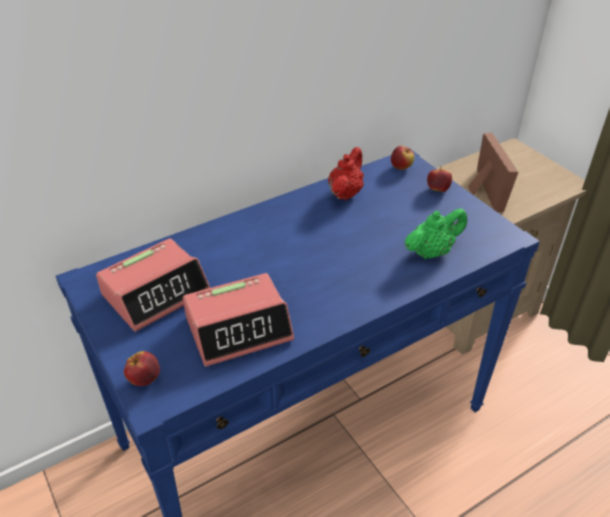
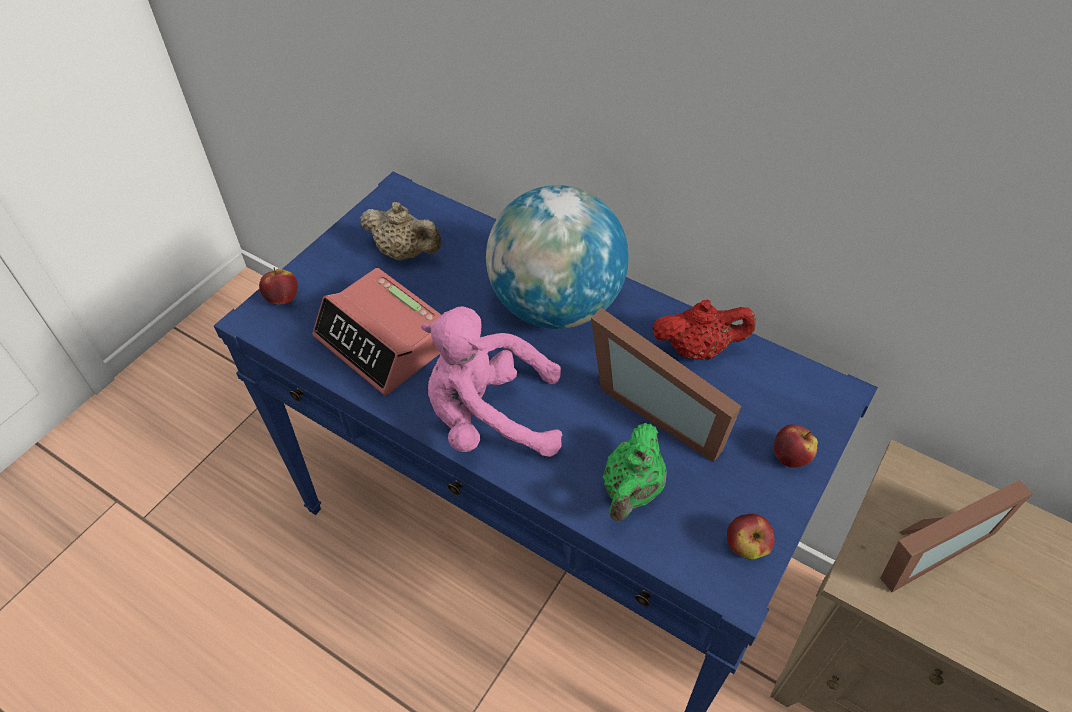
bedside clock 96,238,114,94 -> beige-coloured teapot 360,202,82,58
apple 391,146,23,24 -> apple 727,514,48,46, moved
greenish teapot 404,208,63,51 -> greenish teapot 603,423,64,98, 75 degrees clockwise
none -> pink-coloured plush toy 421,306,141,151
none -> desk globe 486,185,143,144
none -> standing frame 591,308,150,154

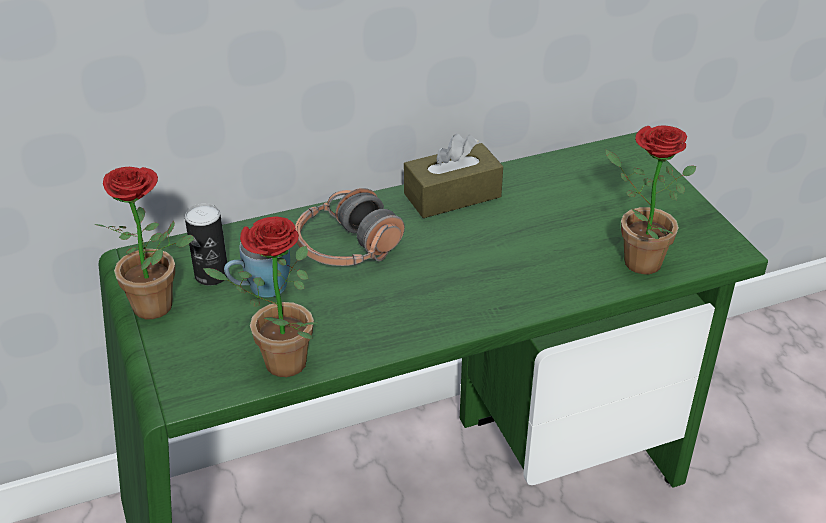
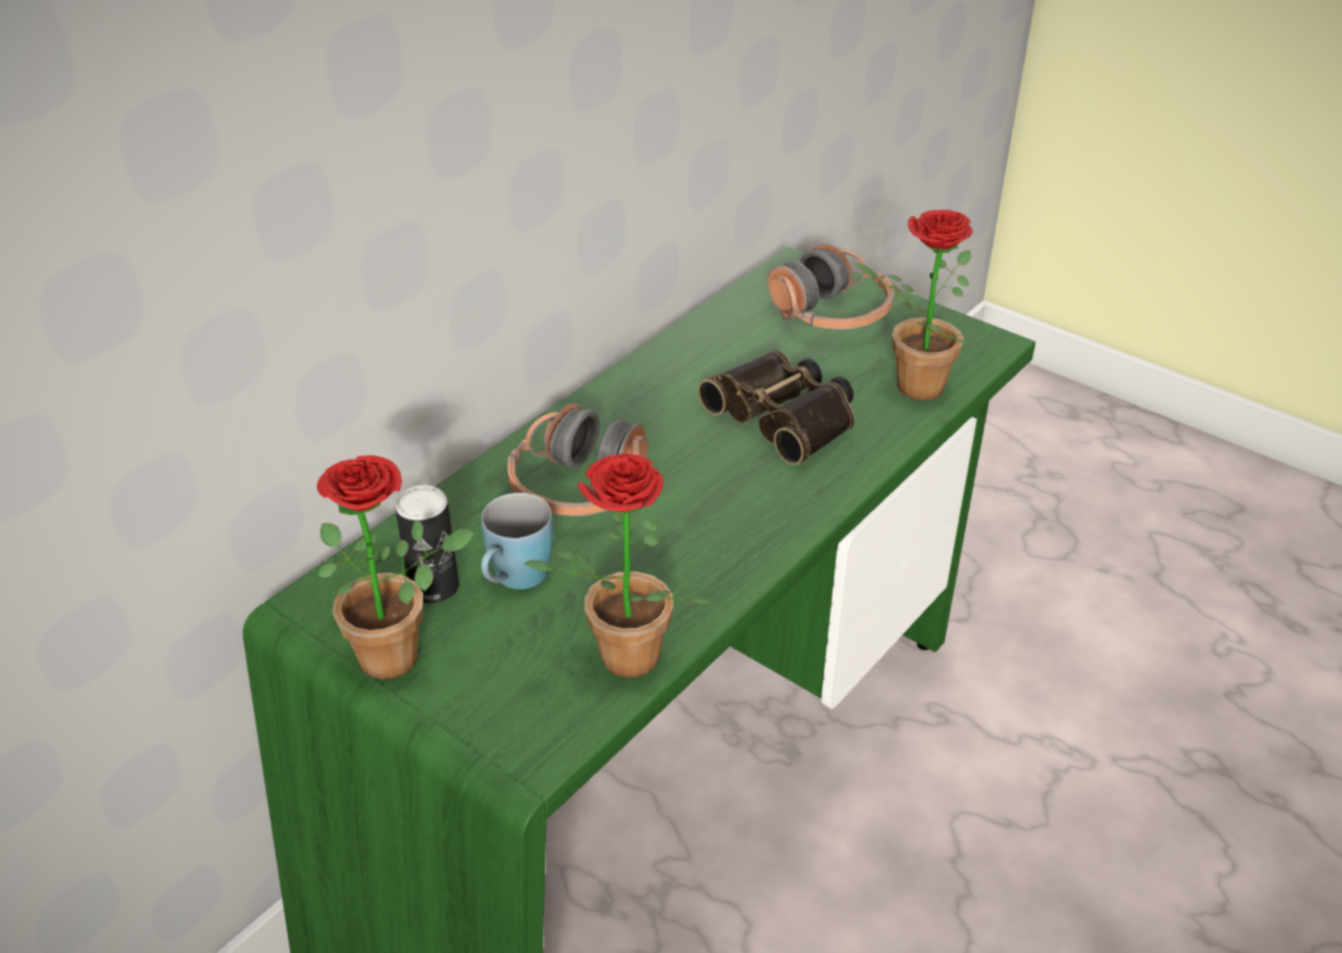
brown tissue box 404,134,99,84 -> none
none -> field glasses 698,350,157,115
none -> pair of headphones 768,244,126,86

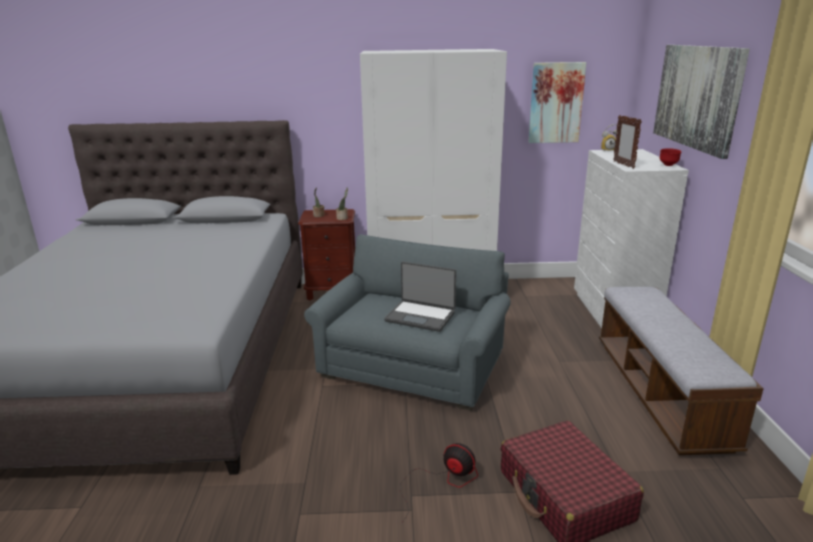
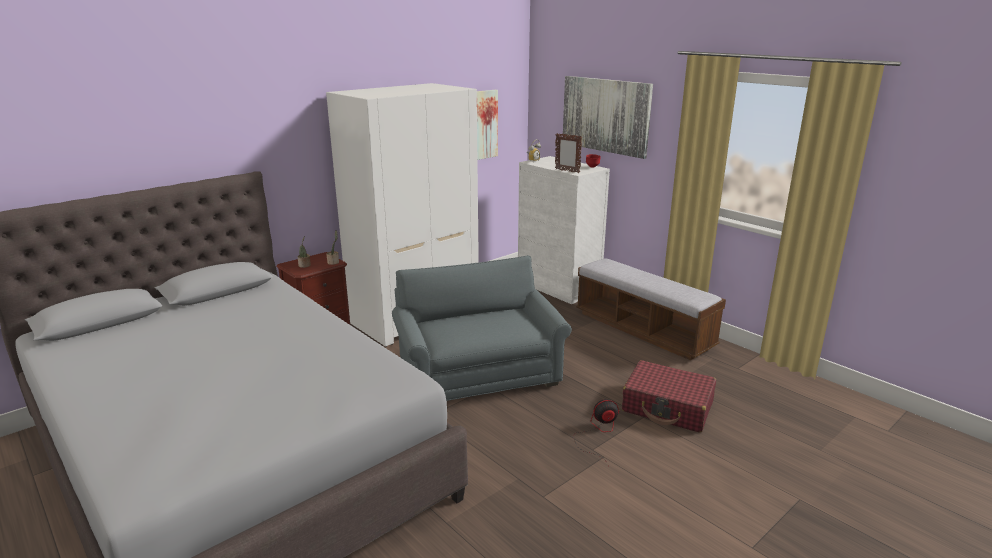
laptop 384,262,72,70 -> none

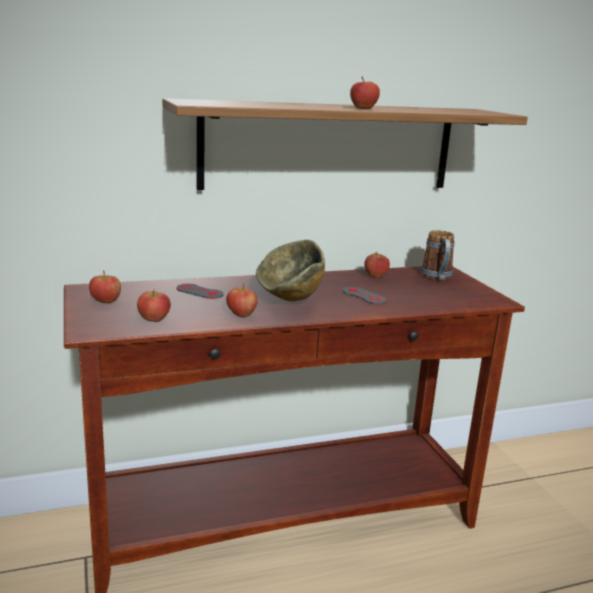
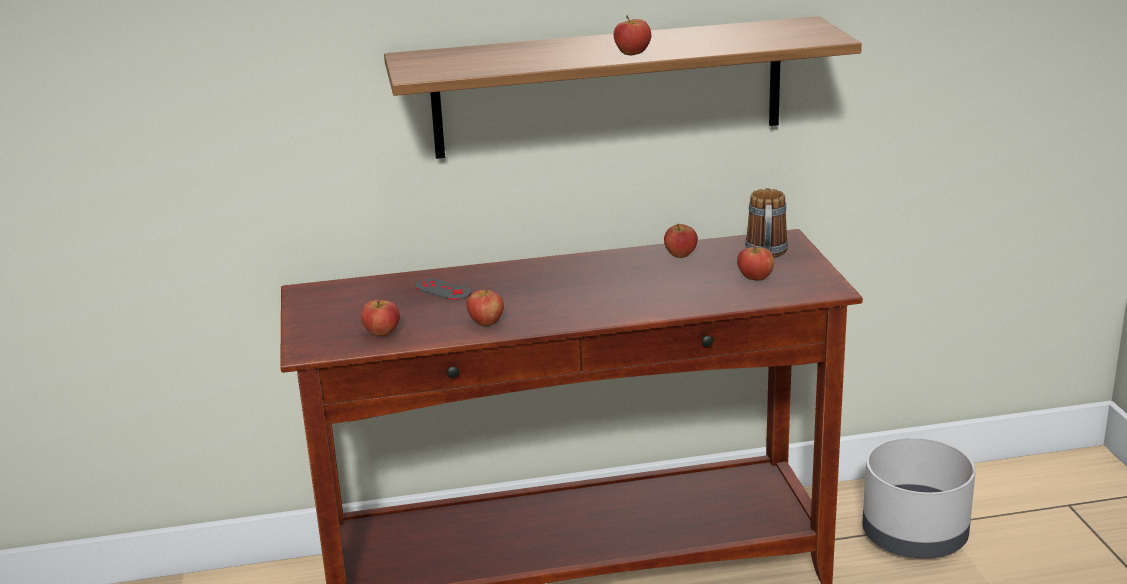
apple 89,271,32,32 -> apple 737,243,37,38, moved
bowl 256,240,69,62 -> none
grey gamepad 342,287,44,17 -> none
none -> grey planter 862,437,114,121

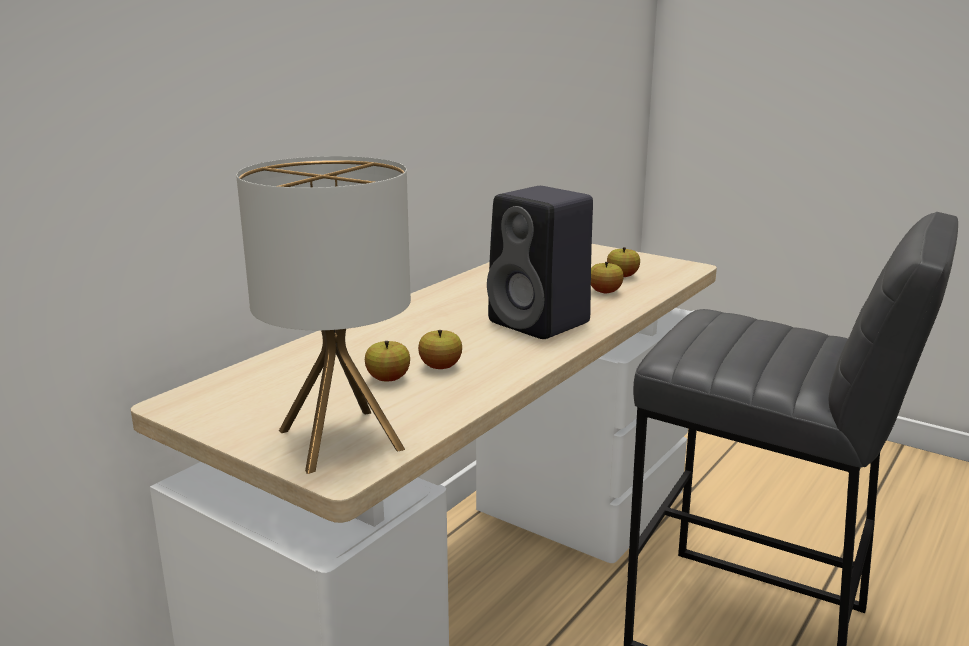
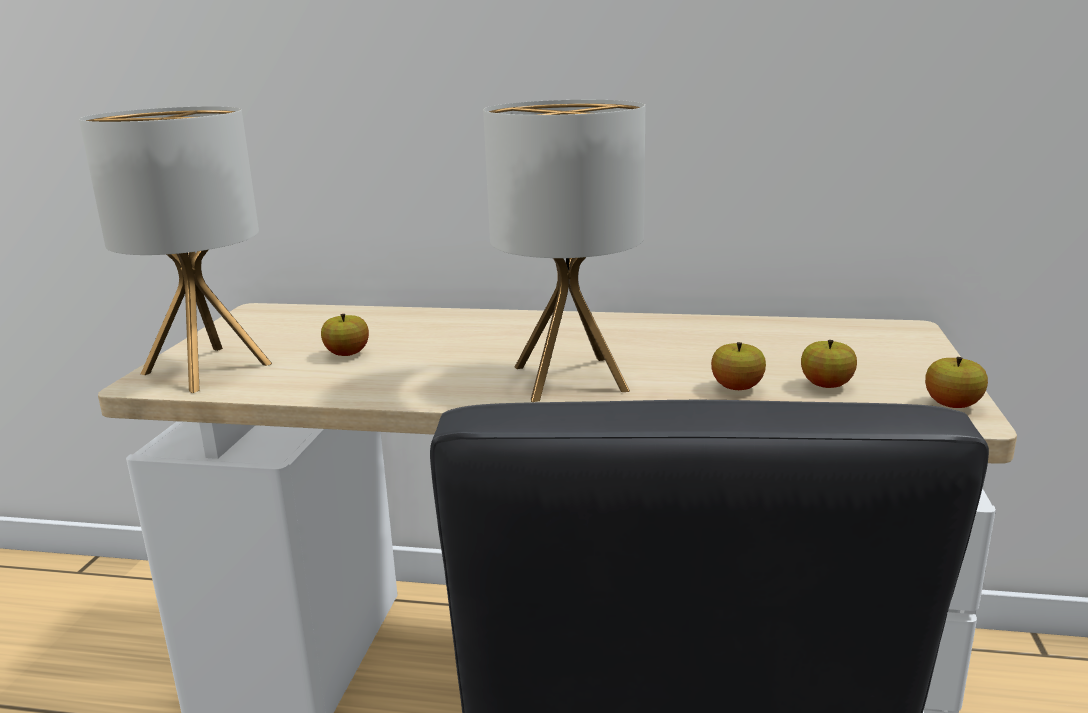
apple 418,330,44,39 -> apple 925,357,63,51, moved
black-coloured speaker 487,186,106,153 -> lamp for a table 483,100,162,302

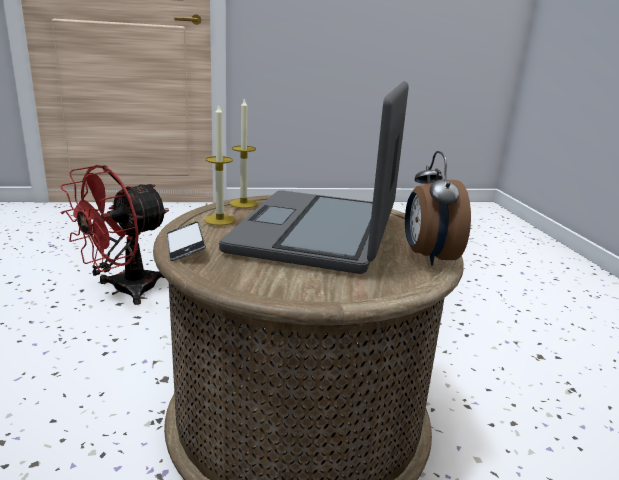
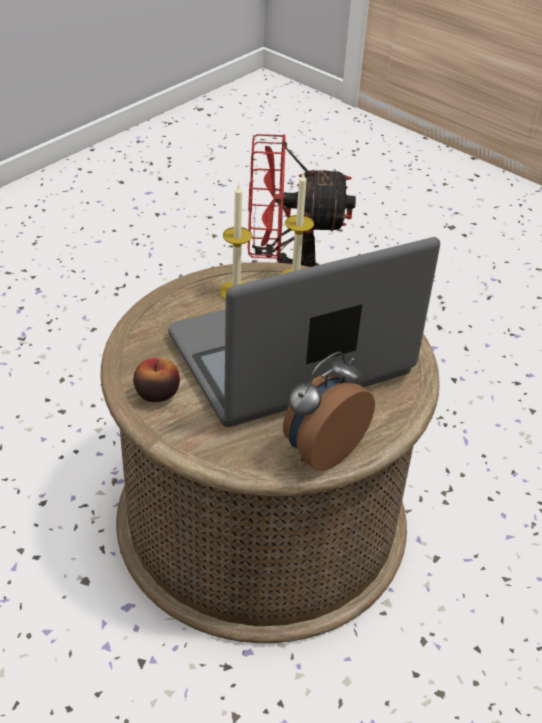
telephone 167,222,39,39 -> none
none -> apple 133,358,47,44

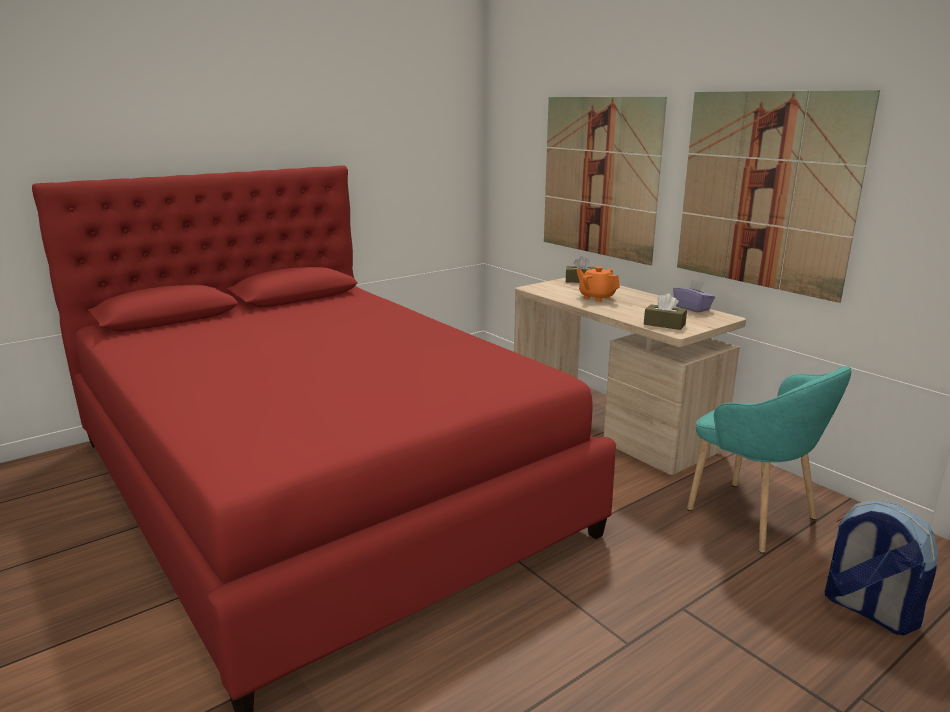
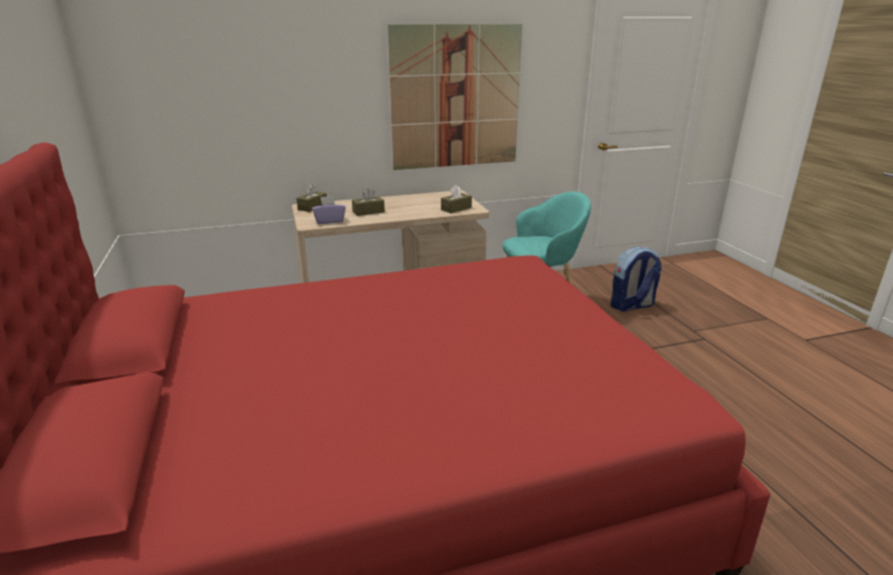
wall art 544,97,123,168 -> none
orange-coloured teapot 576,267,44,35 -> brown tissue box 352,188,33,28
purplish tissue box 673,279,42,34 -> purplish tissue box 312,196,33,28, moved

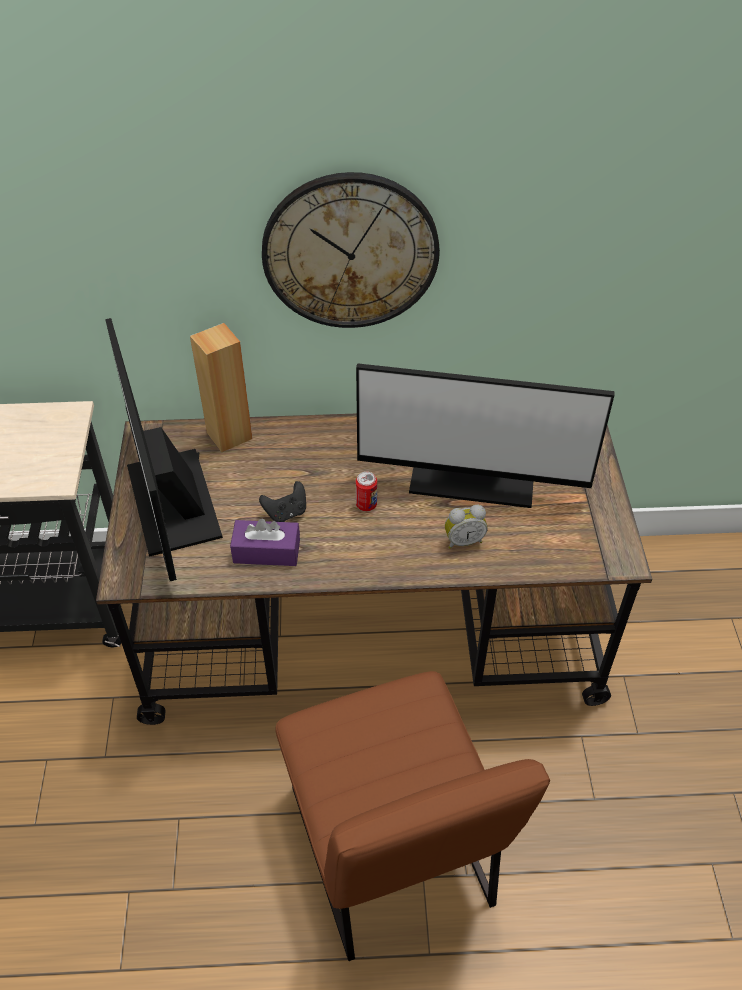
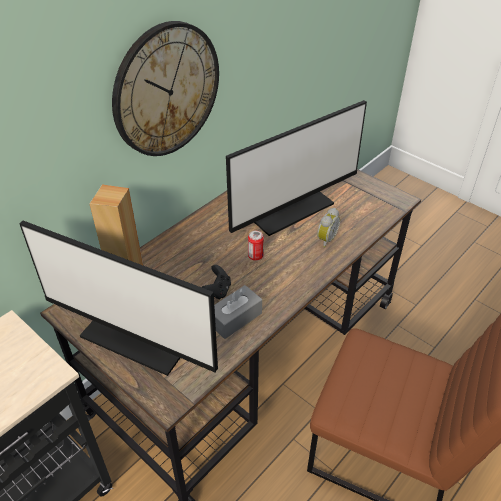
purplish tissue box 230,519,70,47 -> grey tissue box 214,285,48,54

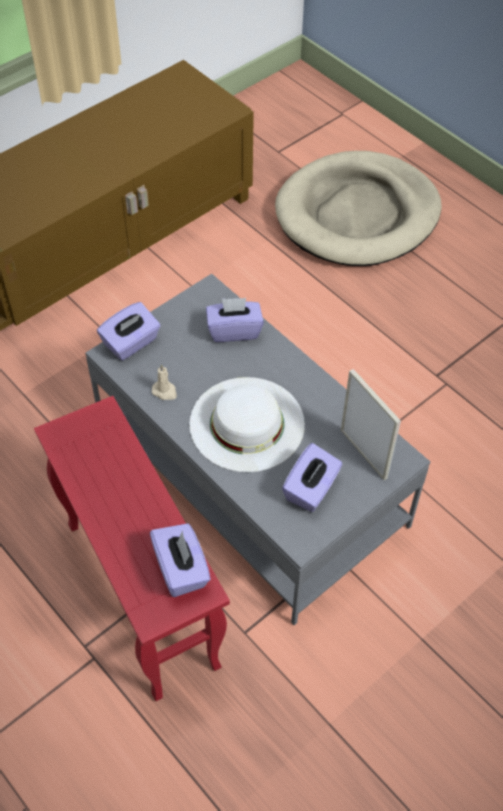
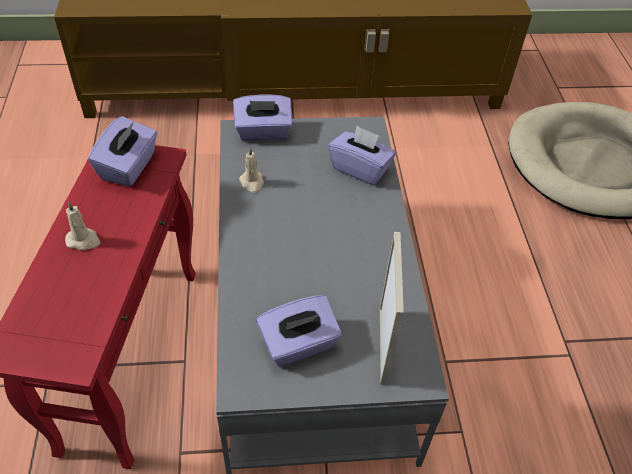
purplish tissue box 150,523,61,74 -> purplish tissue box 88,116,69,71, moved
white hat 189,377,116,95 -> none
none -> beige-coloured wax candle 65,201,35,49

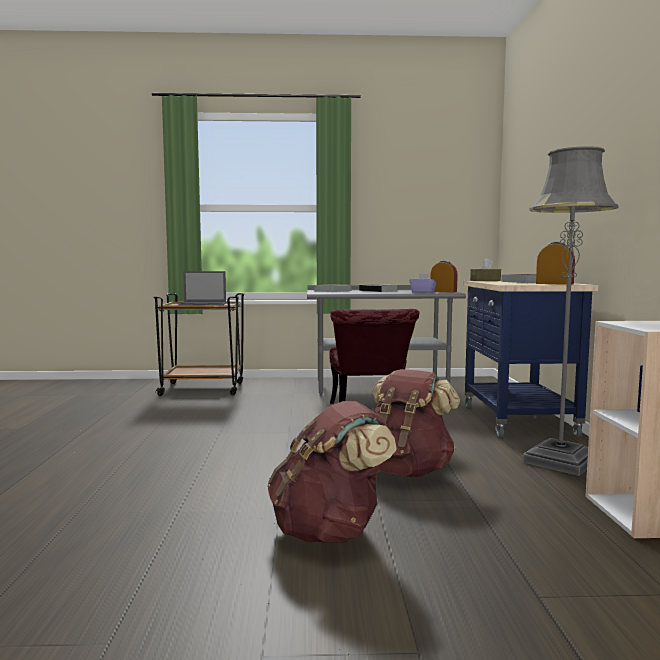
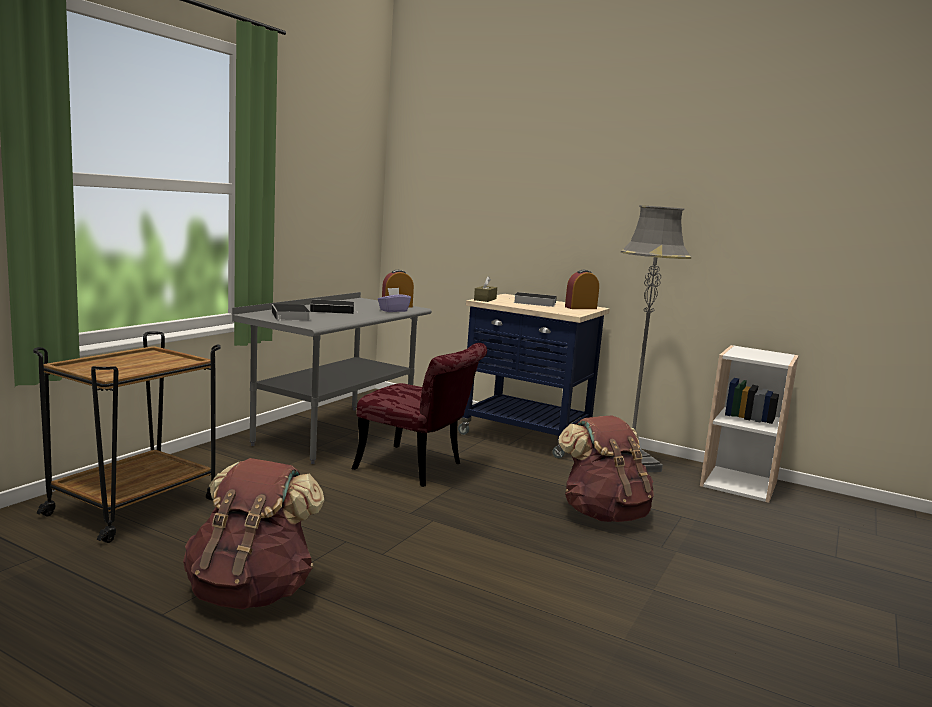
laptop 179,271,47,34 -> none
brown rucksack 267,401,130,142 -> brown rucksack 183,458,141,151, moved

